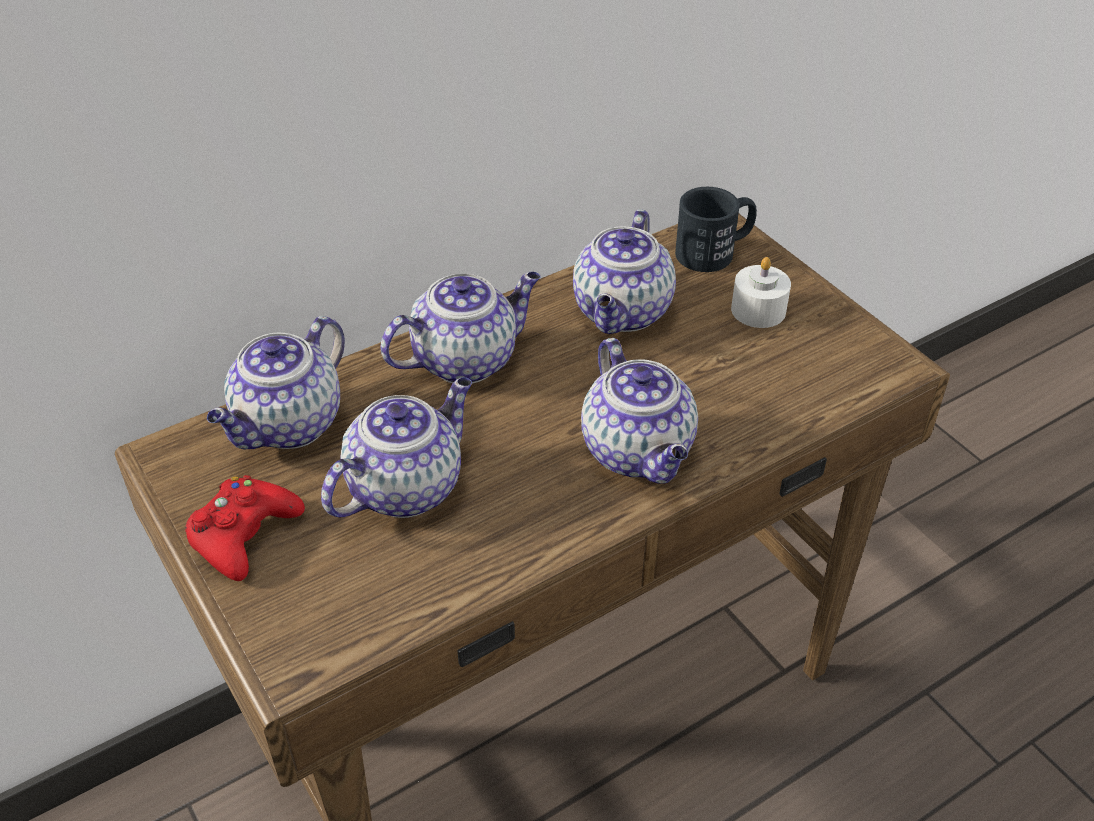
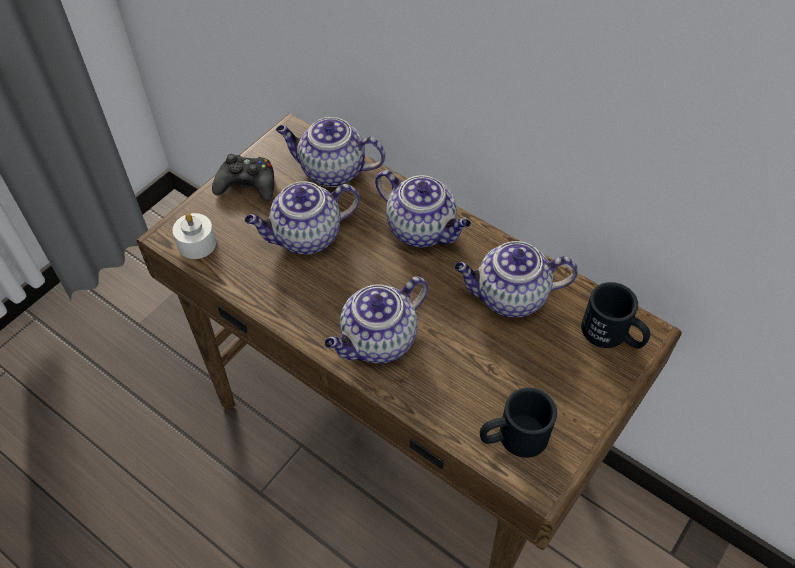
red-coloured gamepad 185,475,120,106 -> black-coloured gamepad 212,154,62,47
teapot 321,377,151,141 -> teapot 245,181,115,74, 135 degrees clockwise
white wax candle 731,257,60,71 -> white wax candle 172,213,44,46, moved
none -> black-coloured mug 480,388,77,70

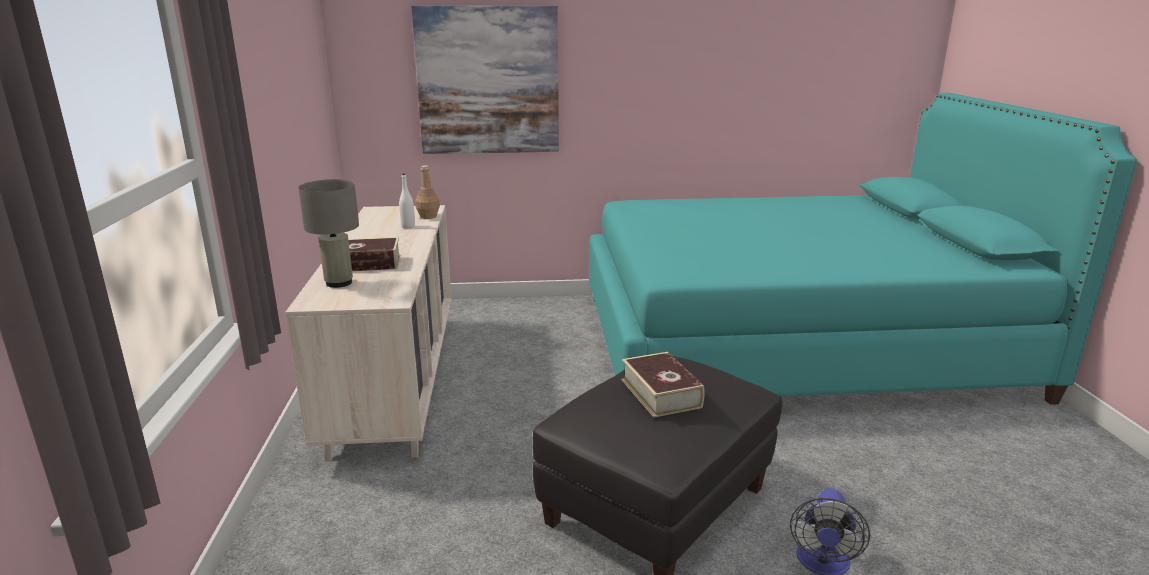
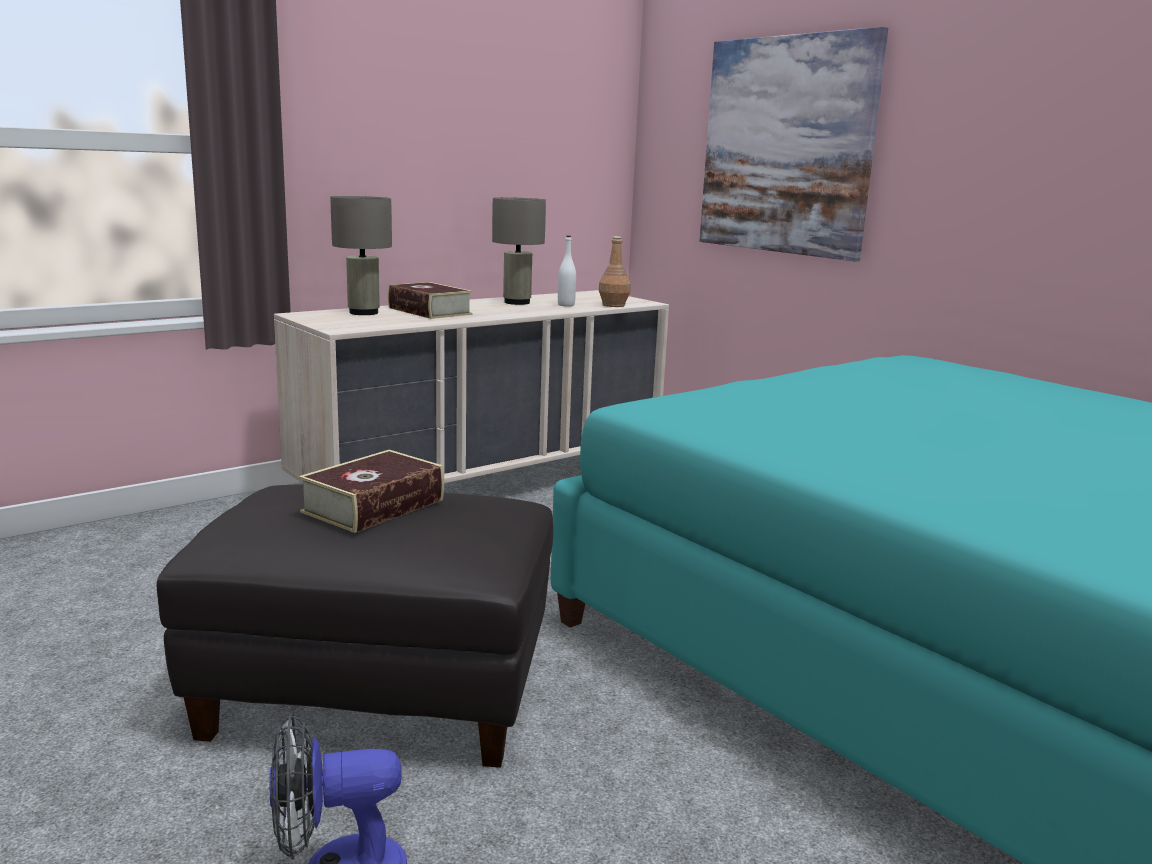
none -> grey lamp for a table 492,197,54,108

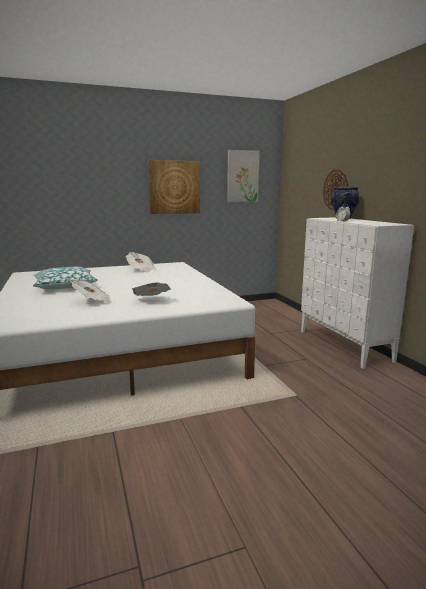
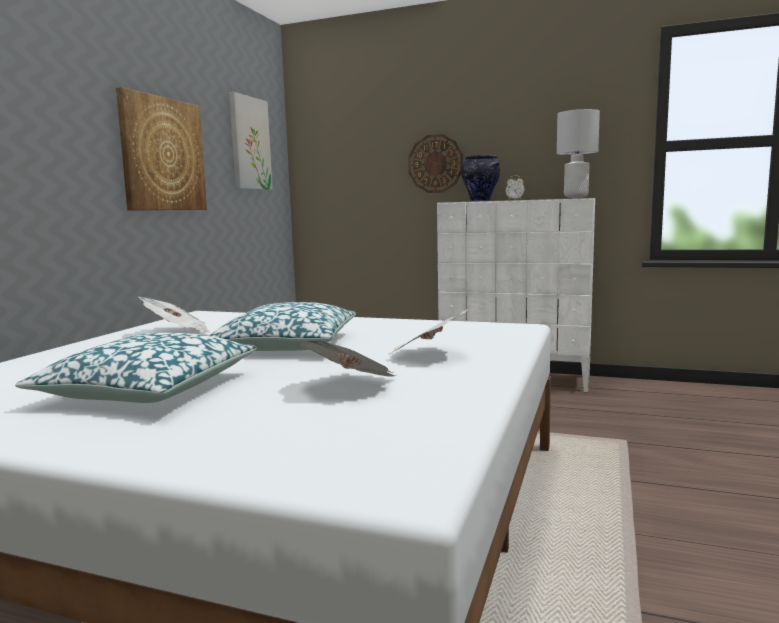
none -> pillow 208,302,148,49
none -> grey lamp for a table 557,109,43,89

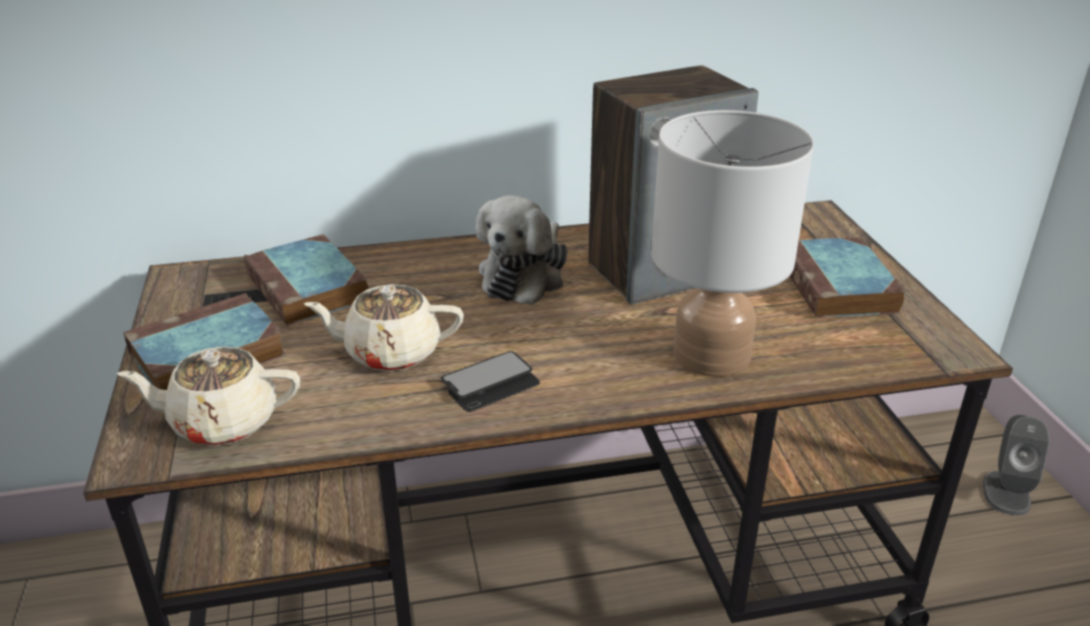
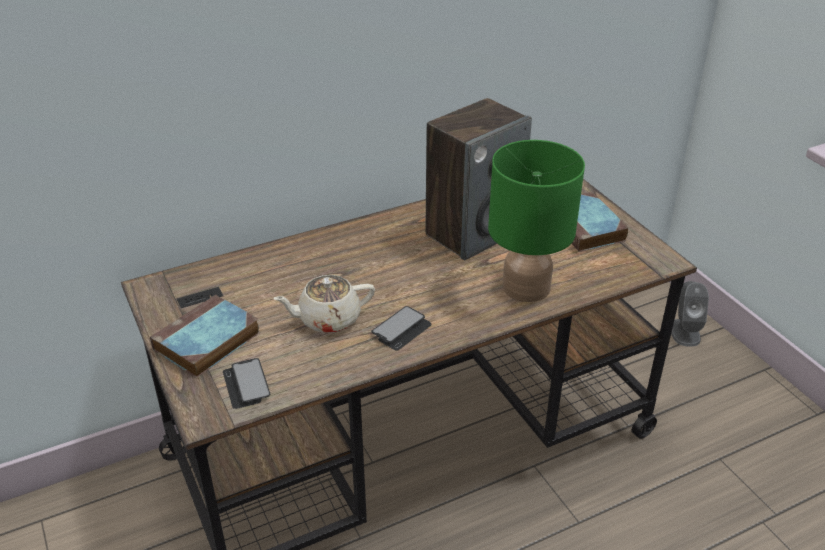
beige-coloured teapot 117,346,183,100 -> telephone 223,358,48,51
volume 244,234,125,92 -> none
plush toy 476,195,92,110 -> none
grey lamp for a table 651,110,163,267 -> greenish lamp for a table 488,140,97,162

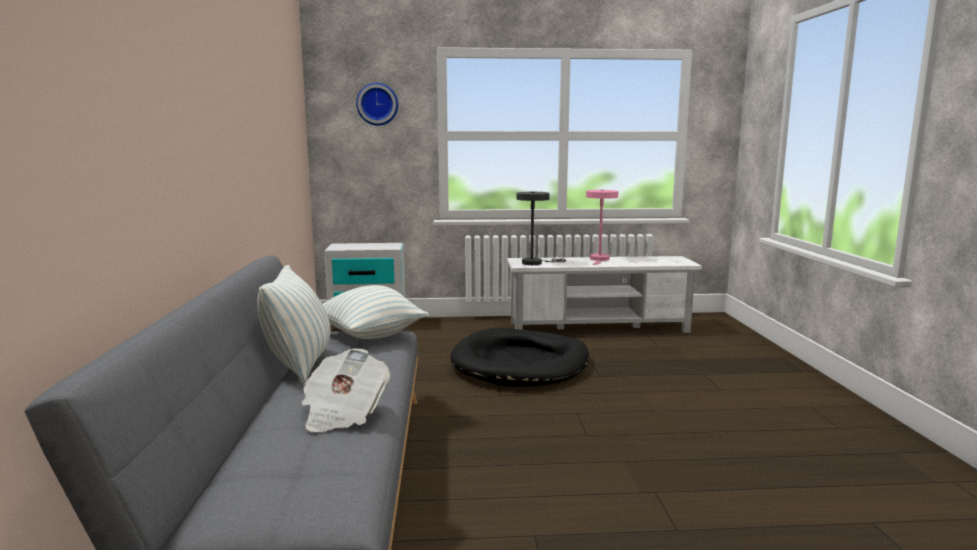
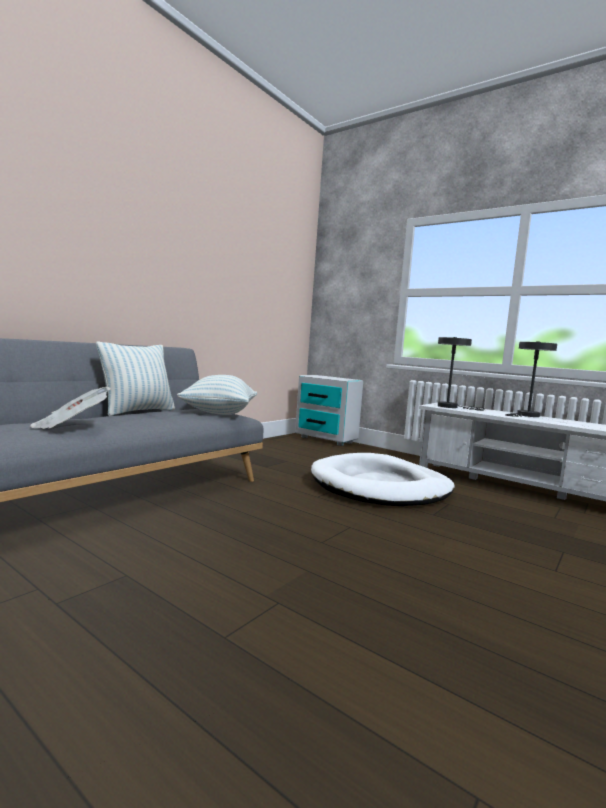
wall clock 356,83,42,43 -> none
black-coloured pet bed 450,328,139,59 -> white pet bed 311,453,144,53
pink-coloured lamp for a table 586,190,32,75 -> grey lamp for a table 505,342,52,75

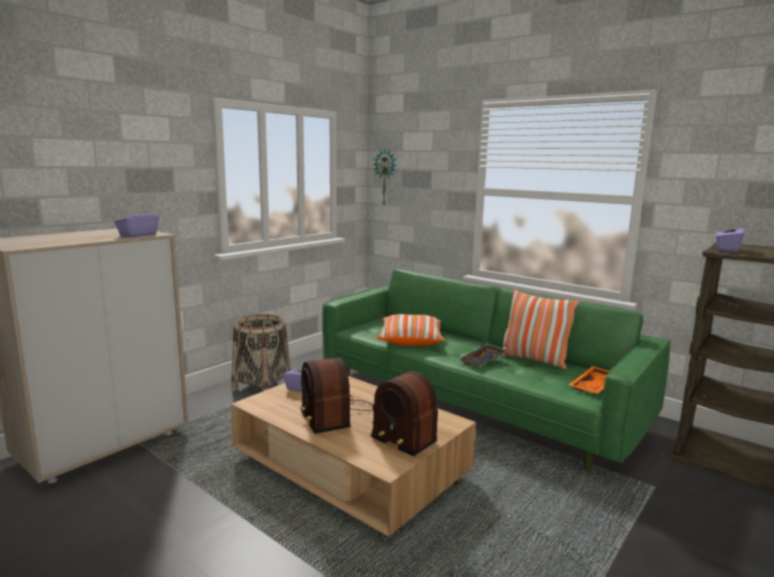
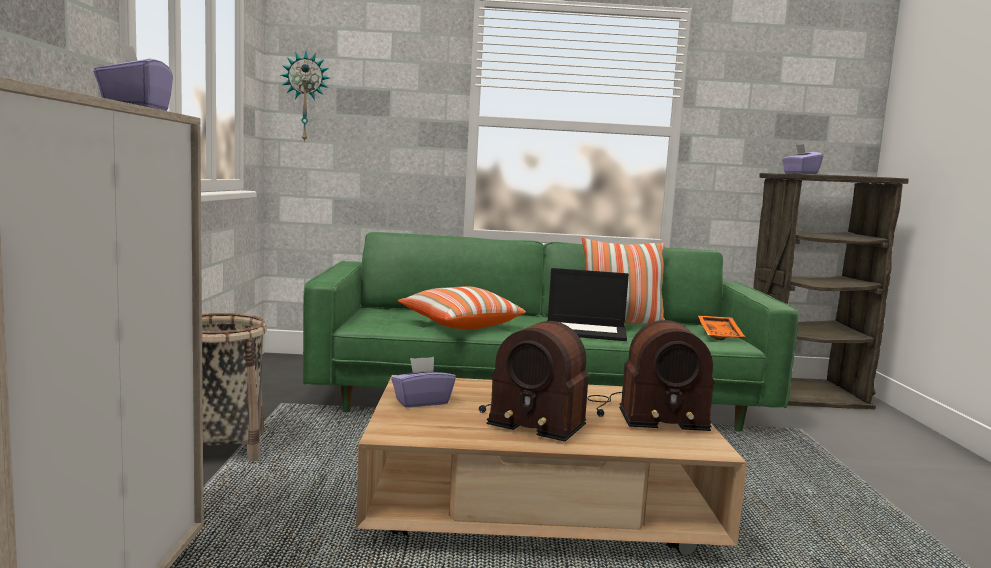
black-coloured serving tray 458,344,49,23 -> laptop 547,268,82,73

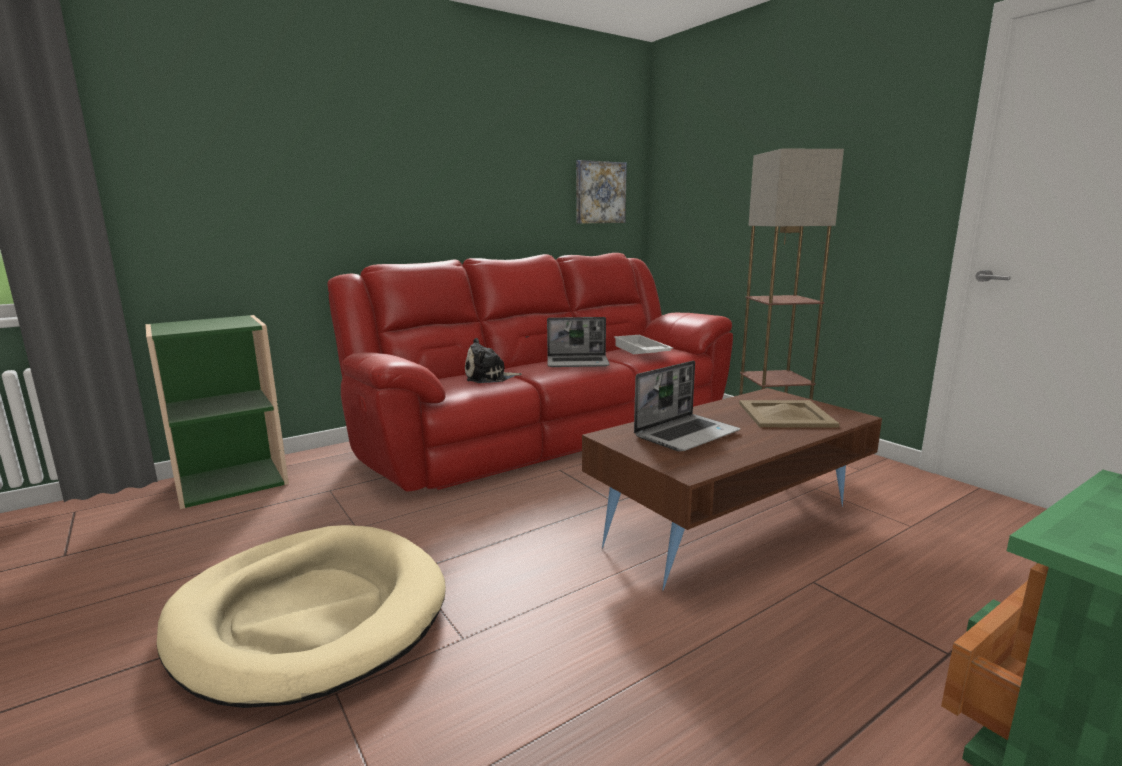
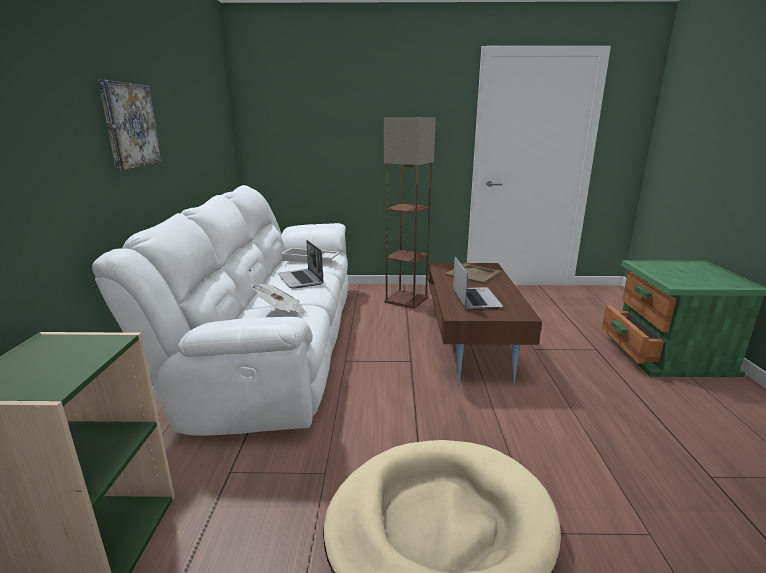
red-coloured sofa 327,253,406,238 -> white sofa 92,185,257,251
plush toy 465,338,57,45 -> newspaper 251,284,56,30
laptop 547,317,63,50 -> laptop 278,240,45,49, 120 degrees clockwise
wall art 576,160,51,64 -> wall art 98,80,64,90, moved

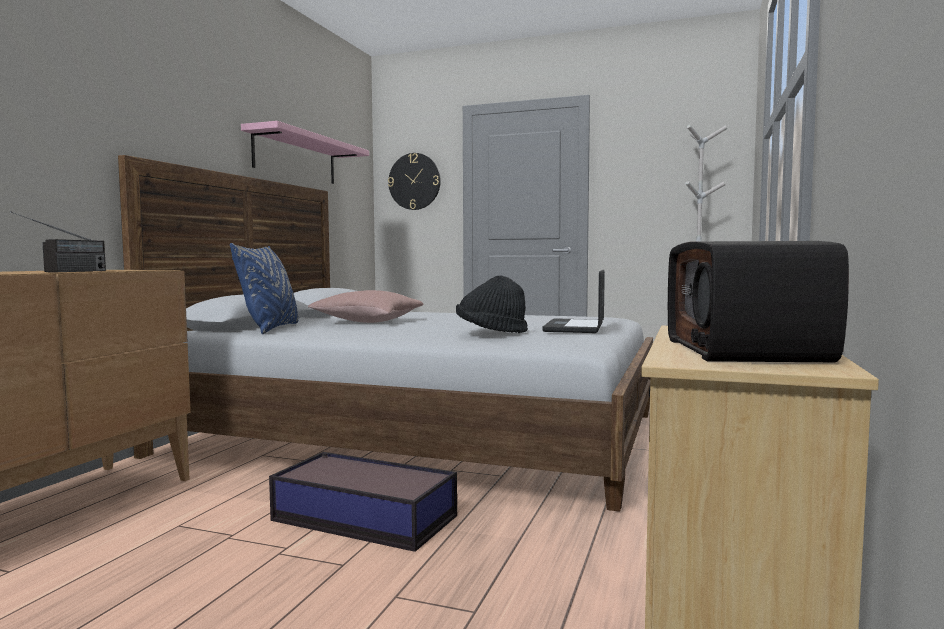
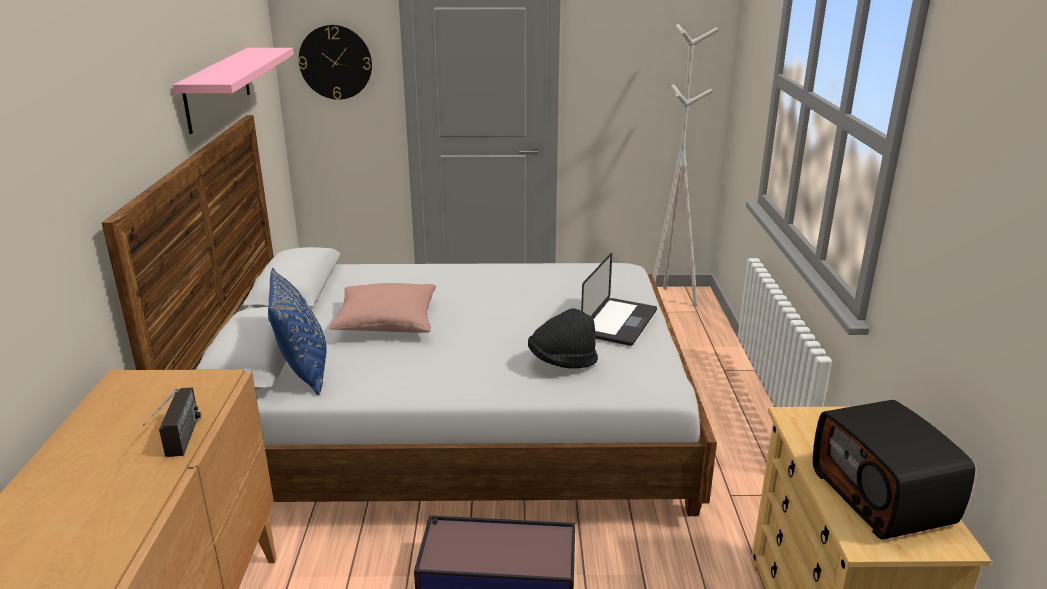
laptop 542,270,63,63 -> laptop 581,253,76,93, 150 degrees counterclockwise

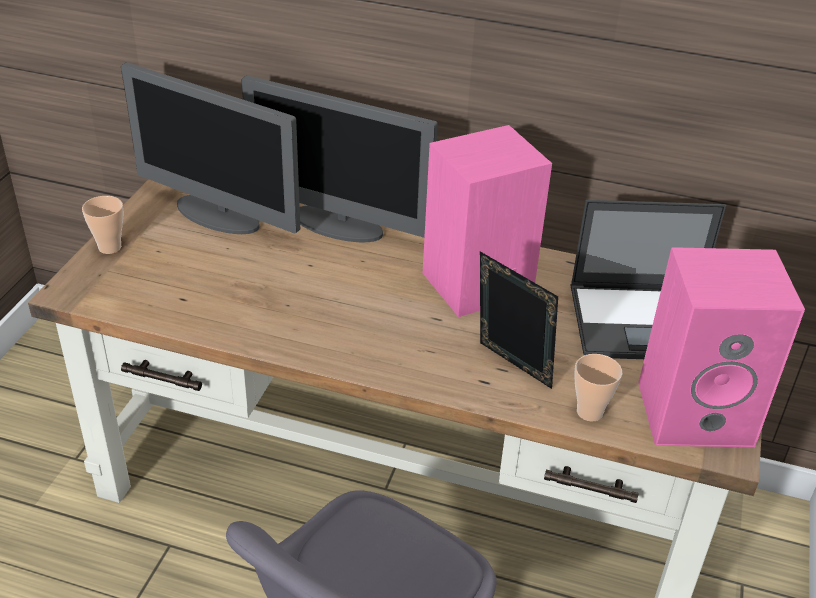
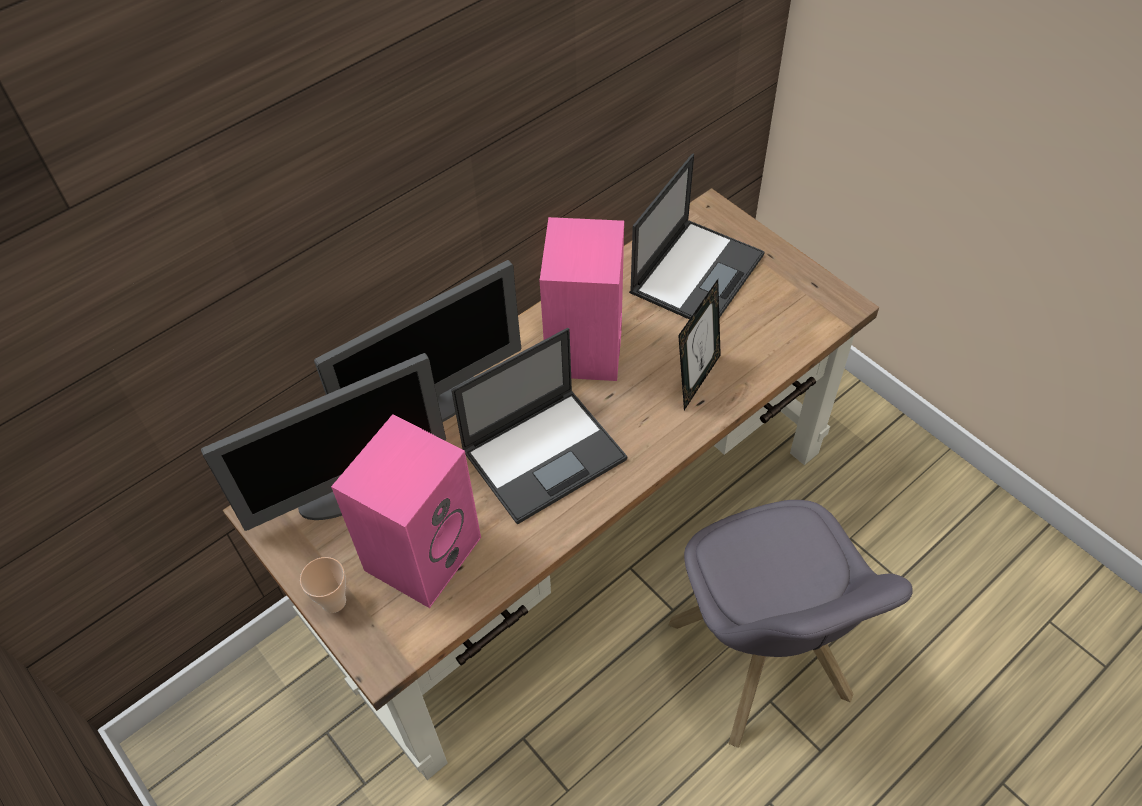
standing frame 480,251,78,138 -> standing frame 678,279,43,131, 135 degrees clockwise
cup 574,354,48,67 -> none
pink-coloured speaker 638,247,167,200 -> pink-coloured speaker 331,414,150,194, moved
none -> laptop 451,328,177,197

